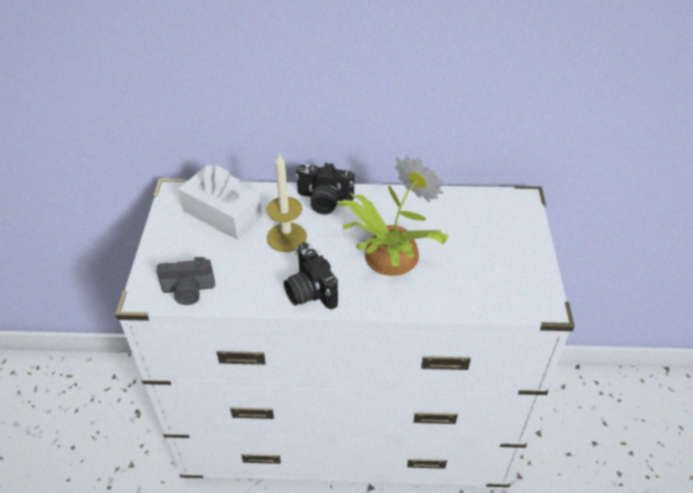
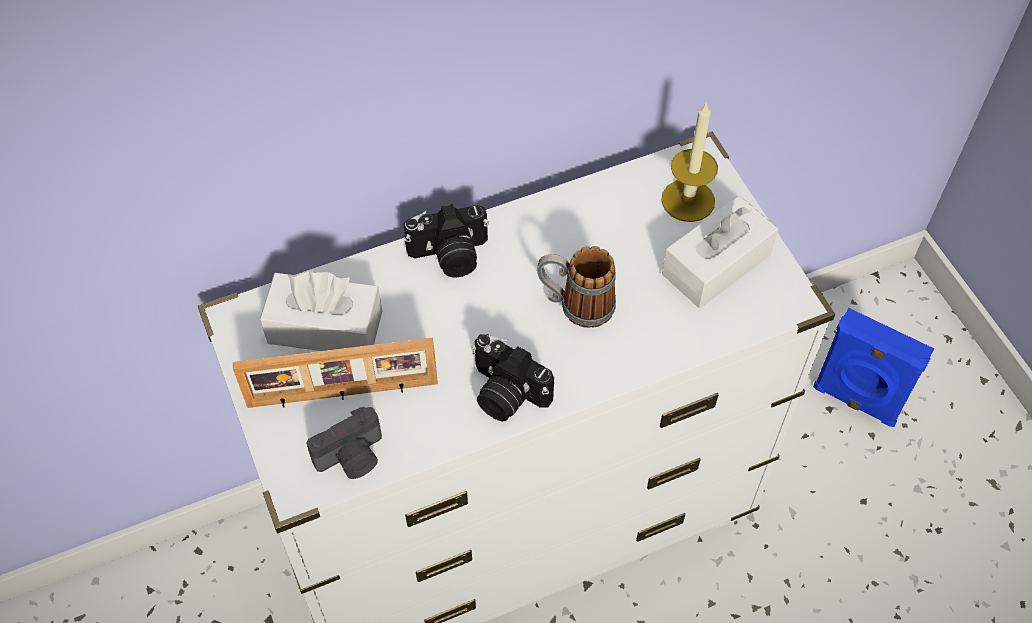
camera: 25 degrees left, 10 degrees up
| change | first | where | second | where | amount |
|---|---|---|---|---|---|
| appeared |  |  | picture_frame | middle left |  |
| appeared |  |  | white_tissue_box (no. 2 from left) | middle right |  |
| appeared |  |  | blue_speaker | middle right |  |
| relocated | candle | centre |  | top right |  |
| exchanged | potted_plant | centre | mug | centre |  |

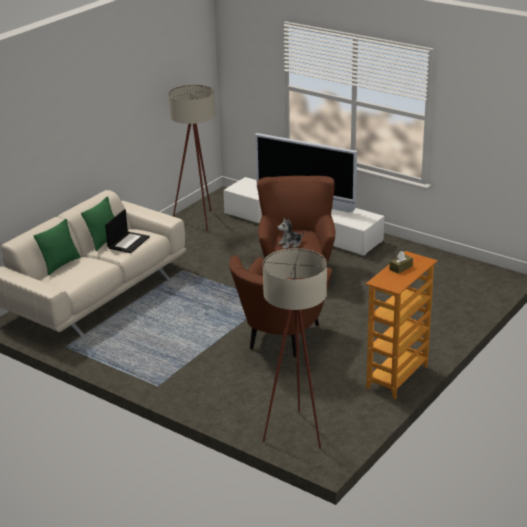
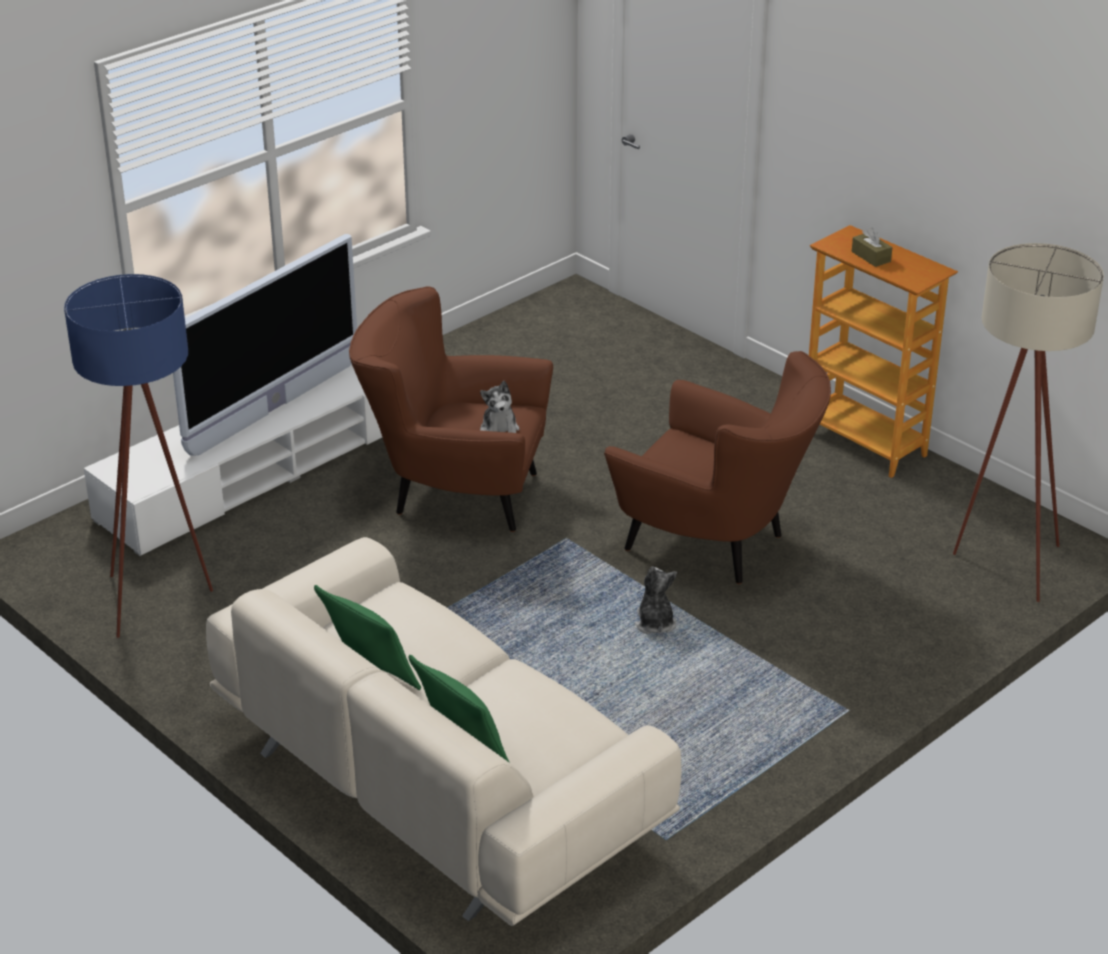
camera: 80 degrees left, 5 degrees up
| change | first | where | second | where | amount |
|---|---|---|---|---|---|
| missing | laptop | middle left |  |  |  |
| appeared |  |  | plush_toy (no. 2 from left) | centre |  |
| colour | beige_floor_lamp (no. 1 from left) | top centre | blue_floor_lamp | middle left |  |

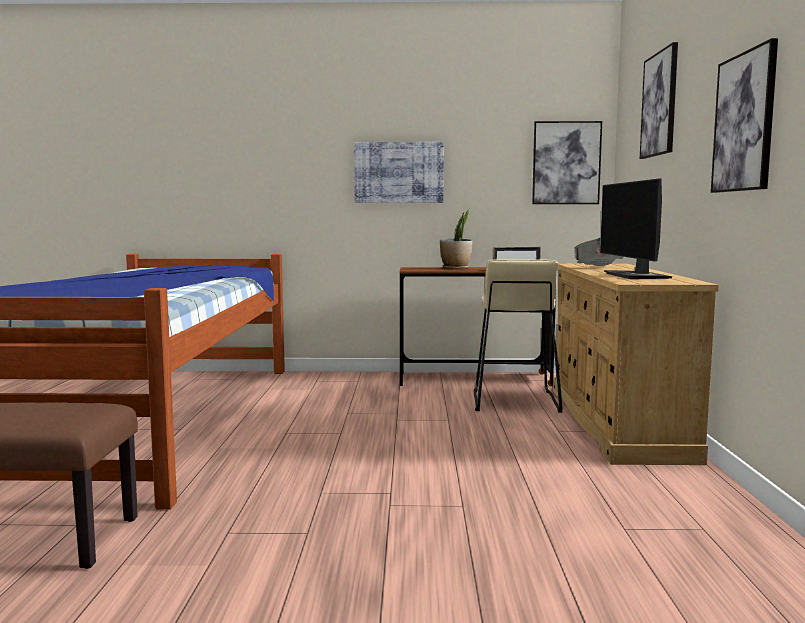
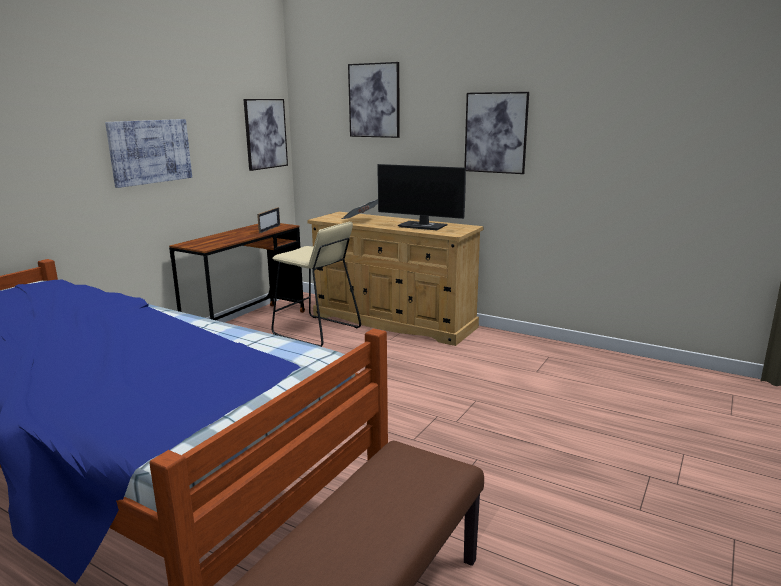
camera: 60 degrees left, 10 degrees up
| change | first | where | second | where | amount |
|---|---|---|---|---|---|
| missing | potted_plant | centre |  |  |  |

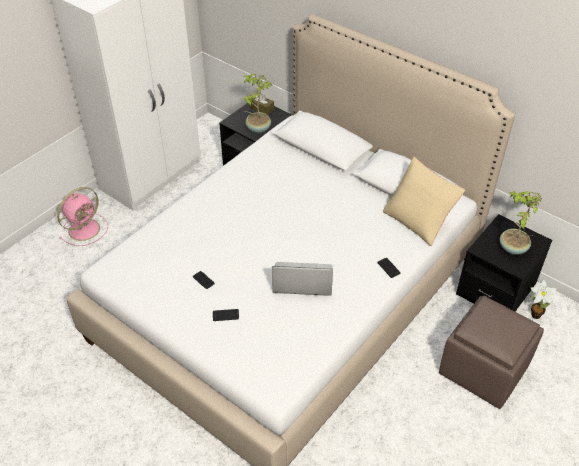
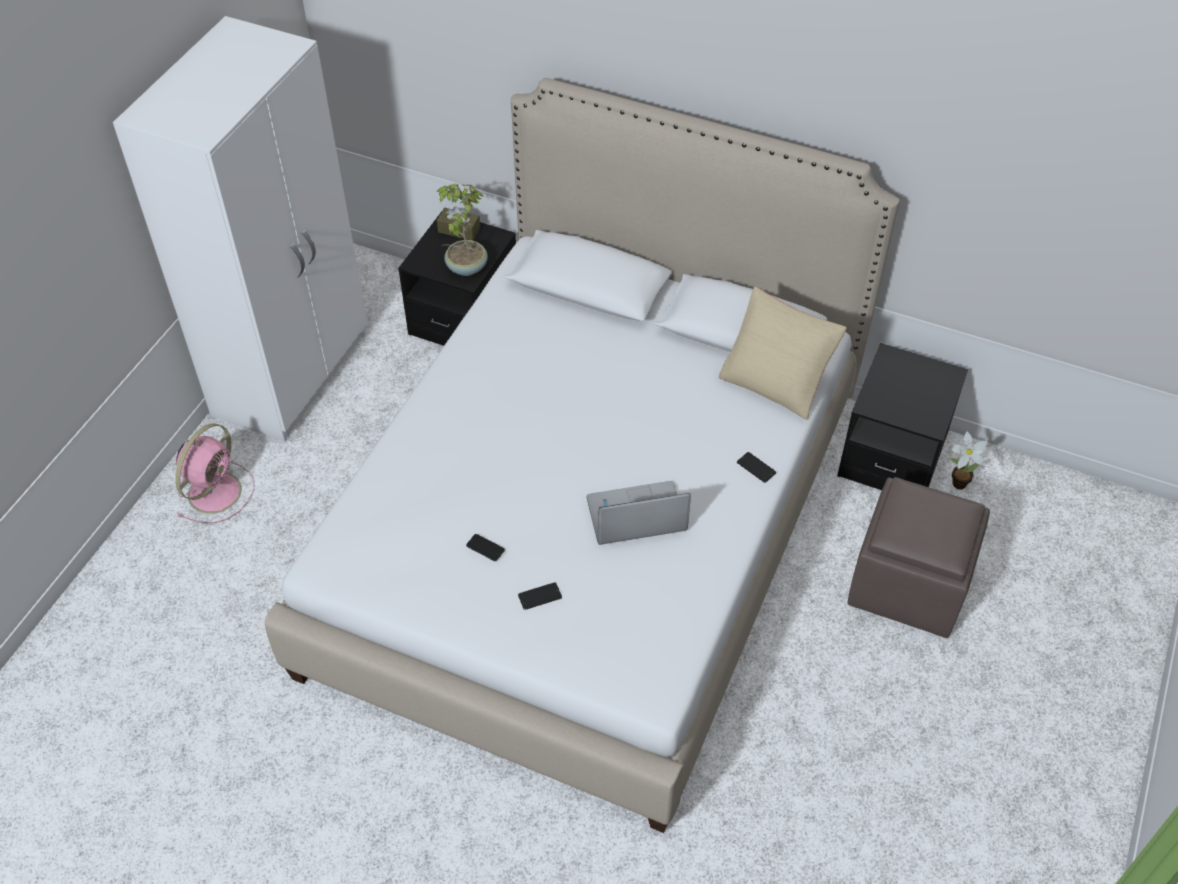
camera: 15 degrees left, 5 degrees up
| change | first | where | second | where | amount |
|---|---|---|---|---|---|
| missing | potted_plant (no. 2 from left) | middle right |  |  |  |

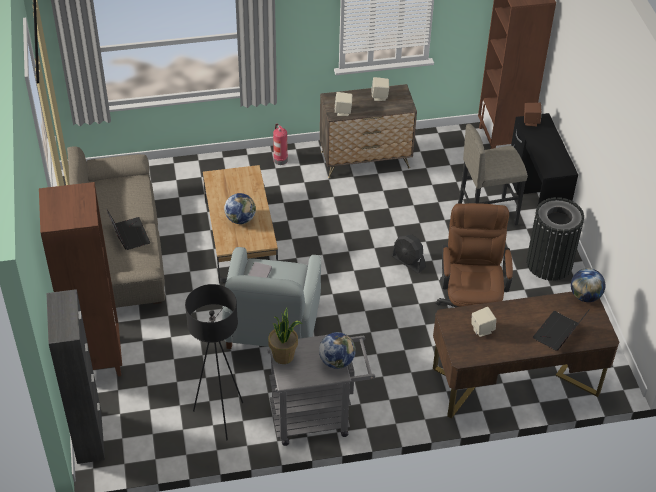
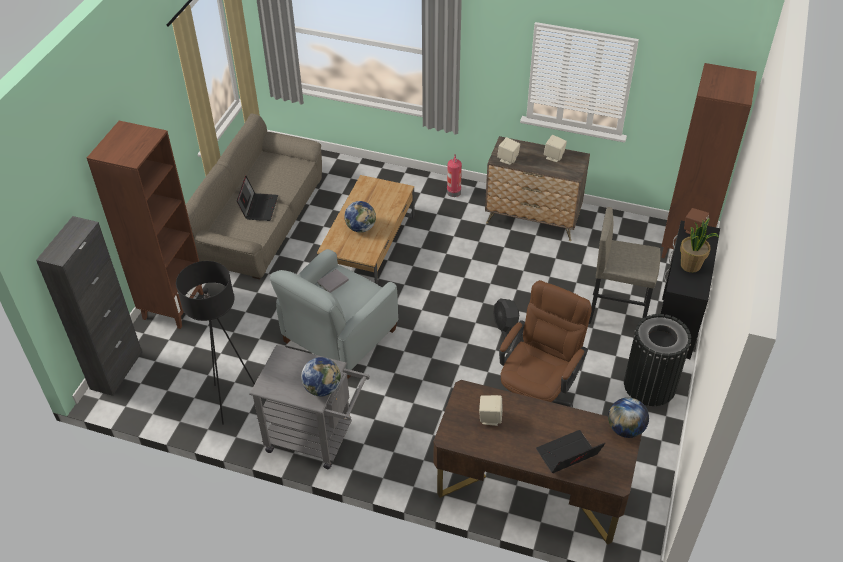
camera: 30 degrees right, 0 degrees up
| change | first | where | second | where | amount |
|---|---|---|---|---|---|
| relocated | potted_plant | bottom centre |  | middle right |  |

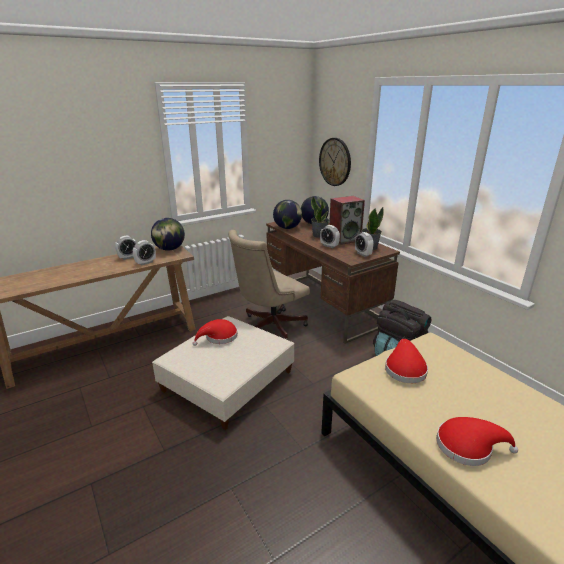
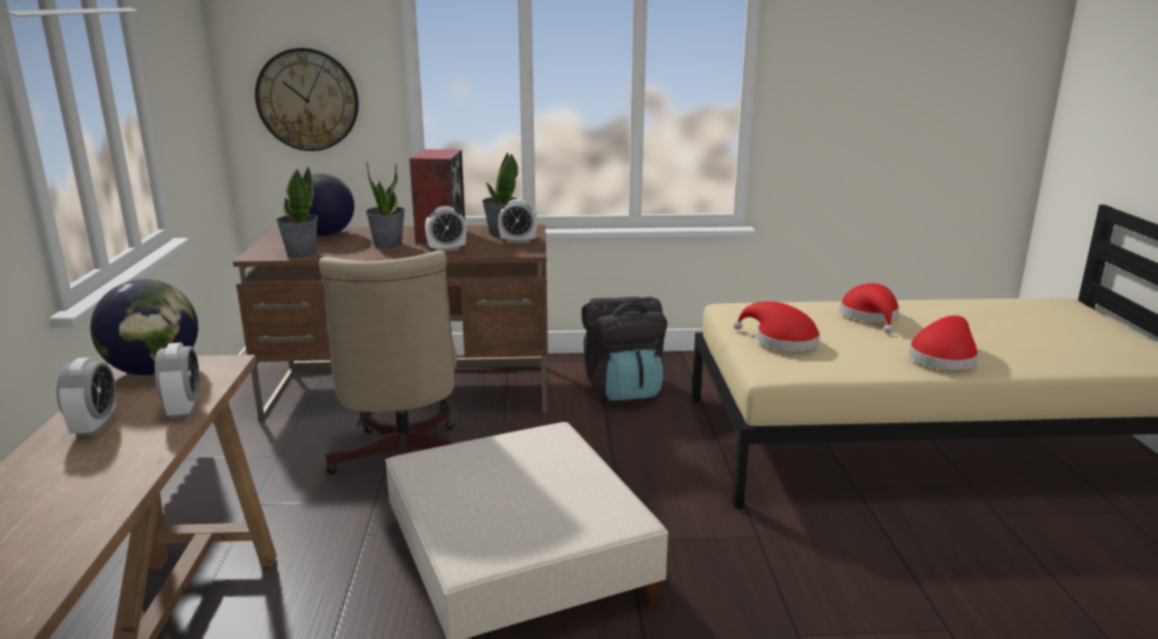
camera: 60 degrees left, 5 degrees down
| change | first | where | second | where | amount |
|---|---|---|---|---|---|
| relocated | red_hat (no. 1 from left in the first image) | centre | red_hat (no. 2 from left) | middle right |  |
| exchanged | globe (no. 2 from left) | centre | potted_plant (no. 1 from left) | top left |  |

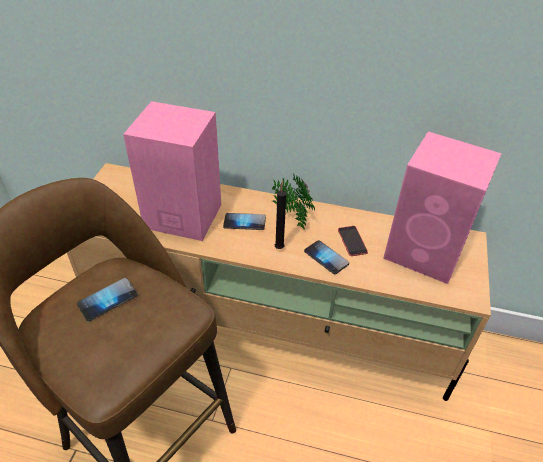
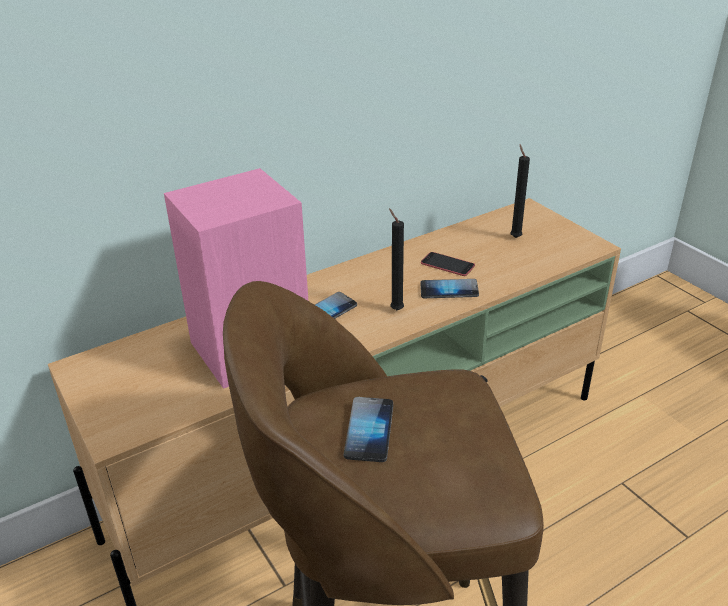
camera: 45 degrees left, 10 degrees down
| change | first | where | second | where | amount |
|---|---|---|---|---|---|
| missing | potted_plant | centre |  |  |  |
| exchanged | pink_speaker (no. 2 from left) | middle right | black_candle (no. 2 from left) | top right |  |

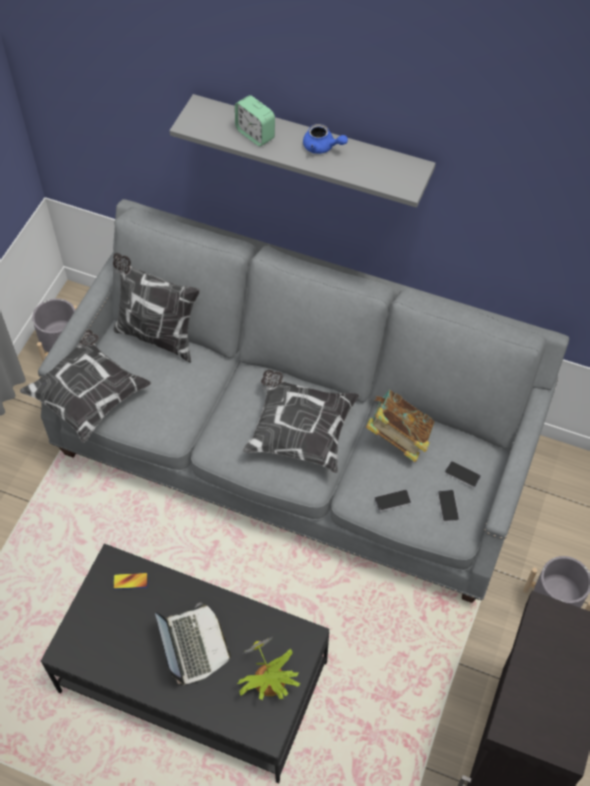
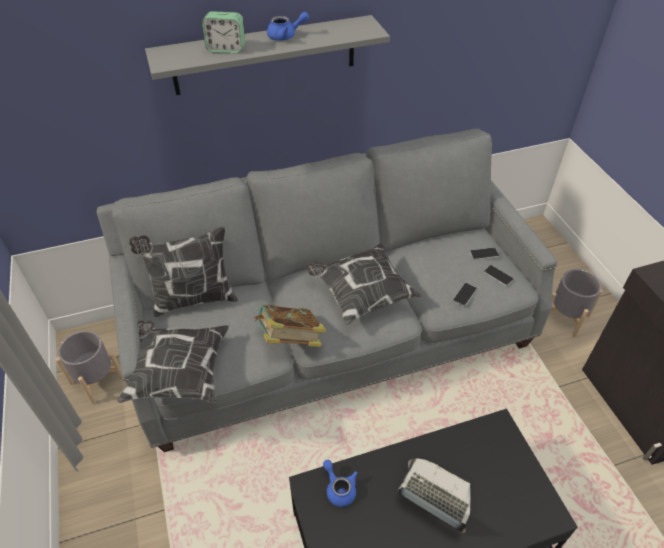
camera: 40 degrees left, 10 degrees down
| change | first | where | second | where | amount |
|---|---|---|---|---|---|
| missing | potted_plant | bottom centre |  |  |  |
| relocated | book | middle right |  | centre |  |
| exchanged | phone (no. 1 from left) | bottom left | blue_teapot (no. 2 from left) | bottom centre |  |

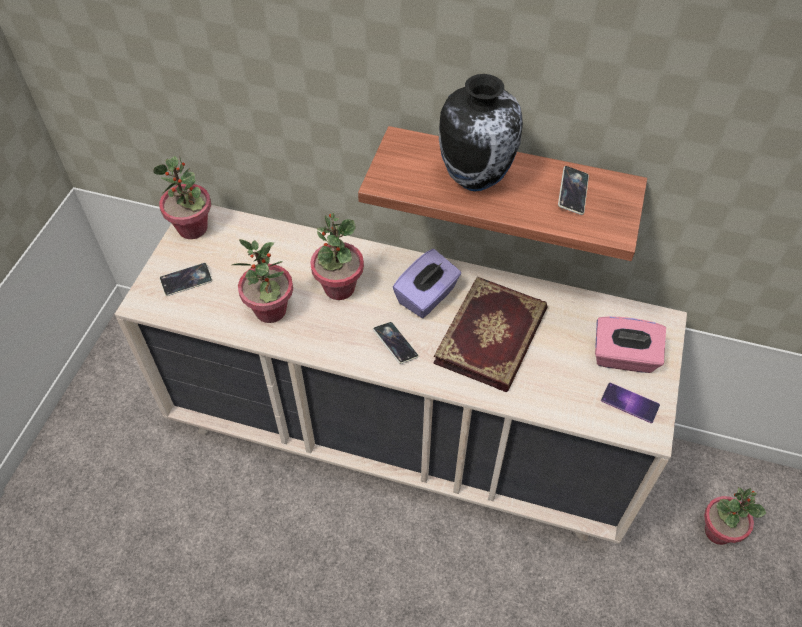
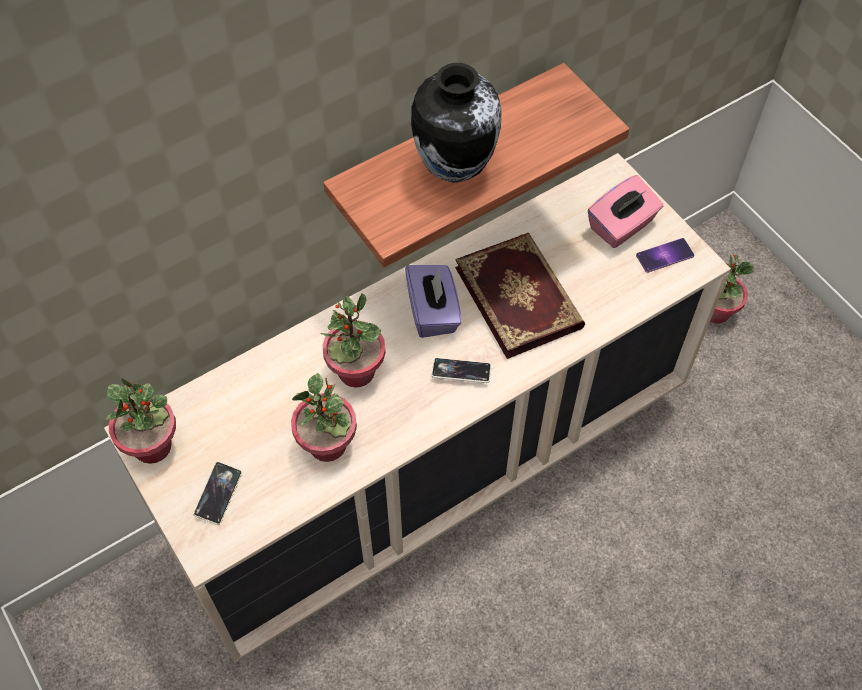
camera: 50 degrees left, 5 degrees up
| change | first | where | second | where | amount |
|---|---|---|---|---|---|
| missing | phone (no. 3 from left) | top right |  |  |  |

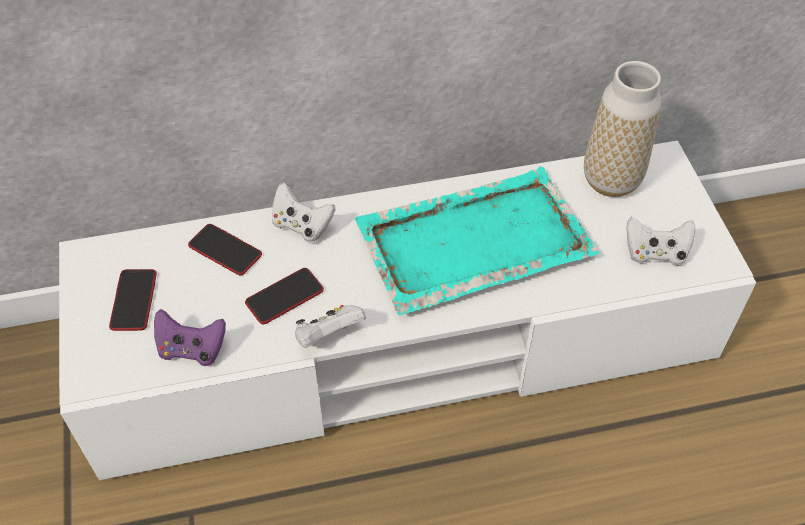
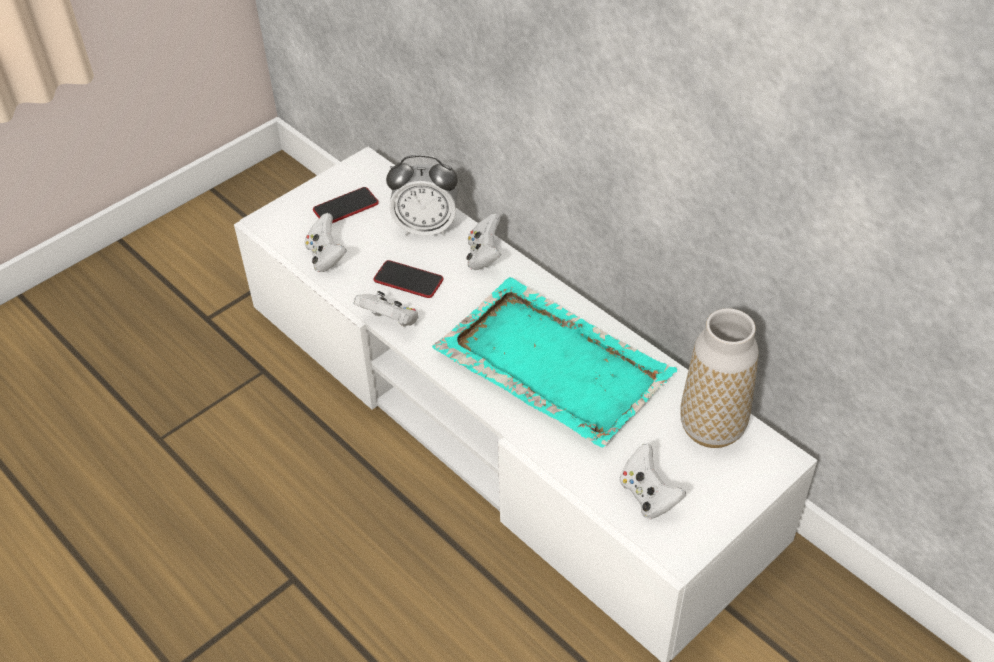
camera: 60 degrees right, 5 degrees down
| change | first | where | second | where | amount |
|---|---|---|---|---|---|
| exchanged | phone (no. 2 from left) | middle left | alarm_clock | top centre |  |
| colour | purple_game_controller | middle left | white_game_controller (no. 1 from left) | middle left |  |

